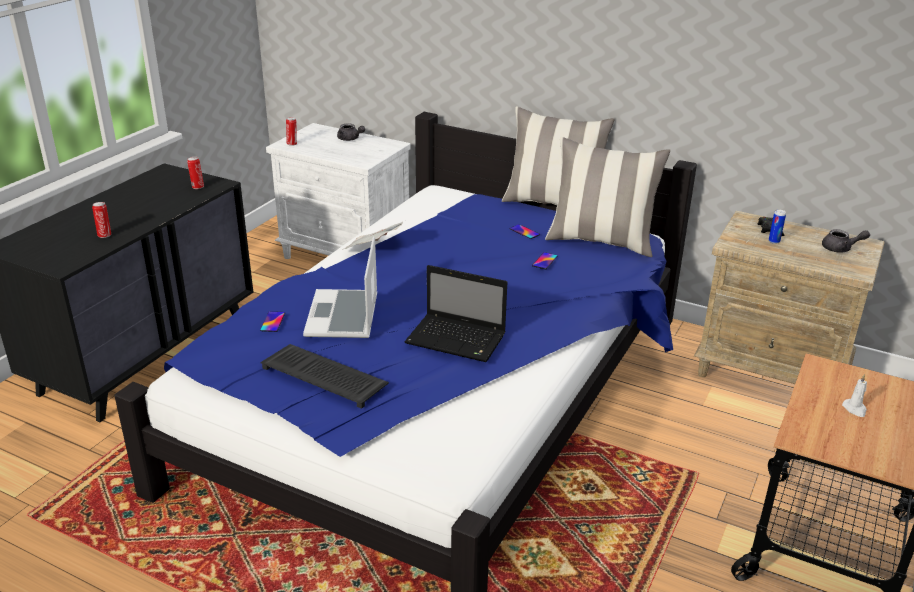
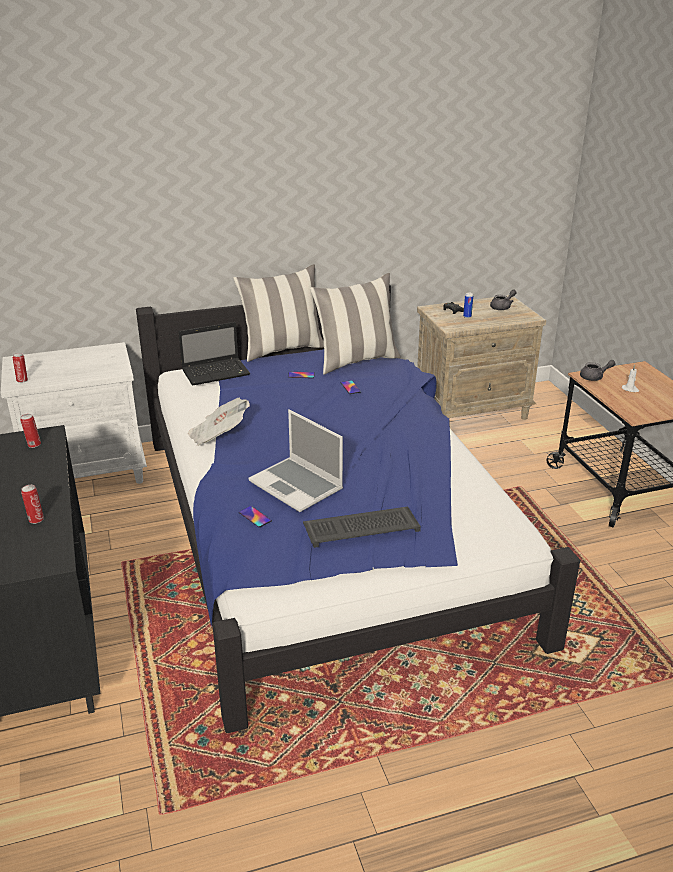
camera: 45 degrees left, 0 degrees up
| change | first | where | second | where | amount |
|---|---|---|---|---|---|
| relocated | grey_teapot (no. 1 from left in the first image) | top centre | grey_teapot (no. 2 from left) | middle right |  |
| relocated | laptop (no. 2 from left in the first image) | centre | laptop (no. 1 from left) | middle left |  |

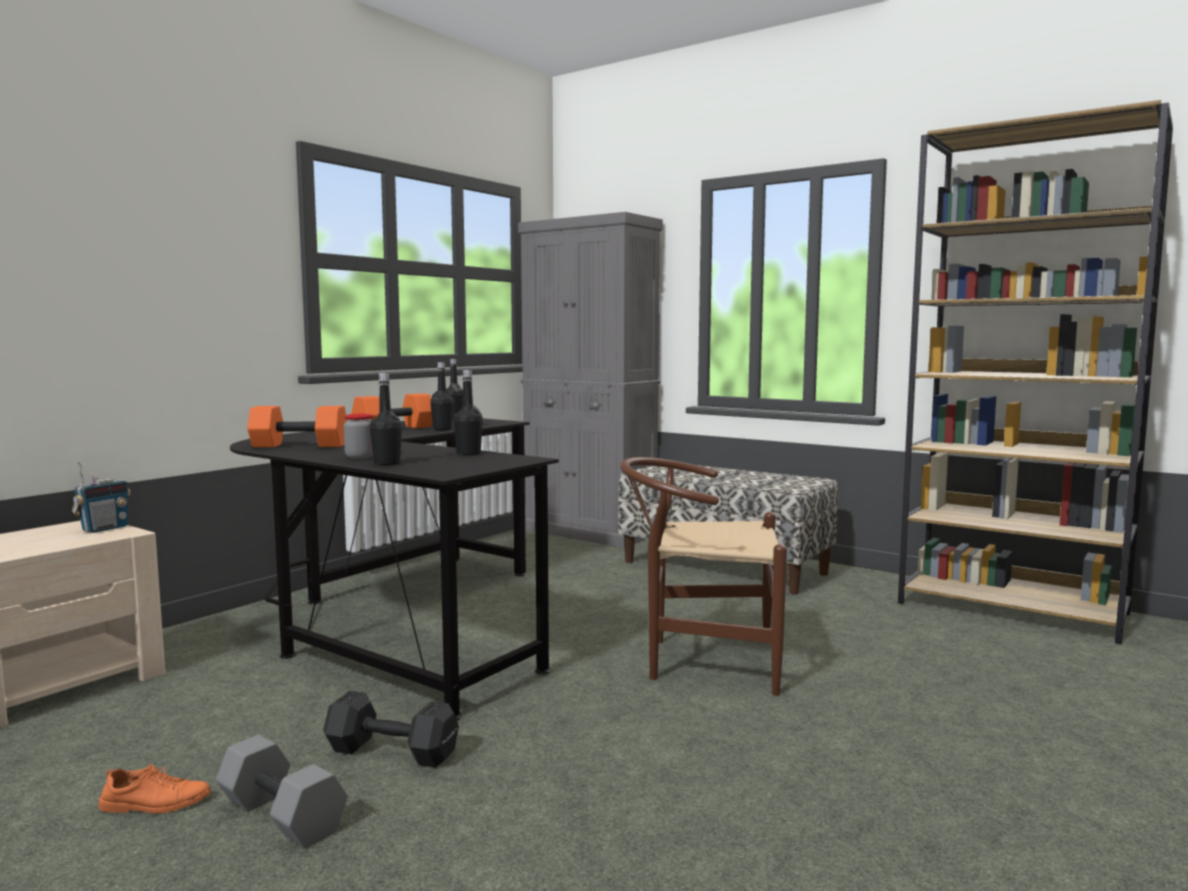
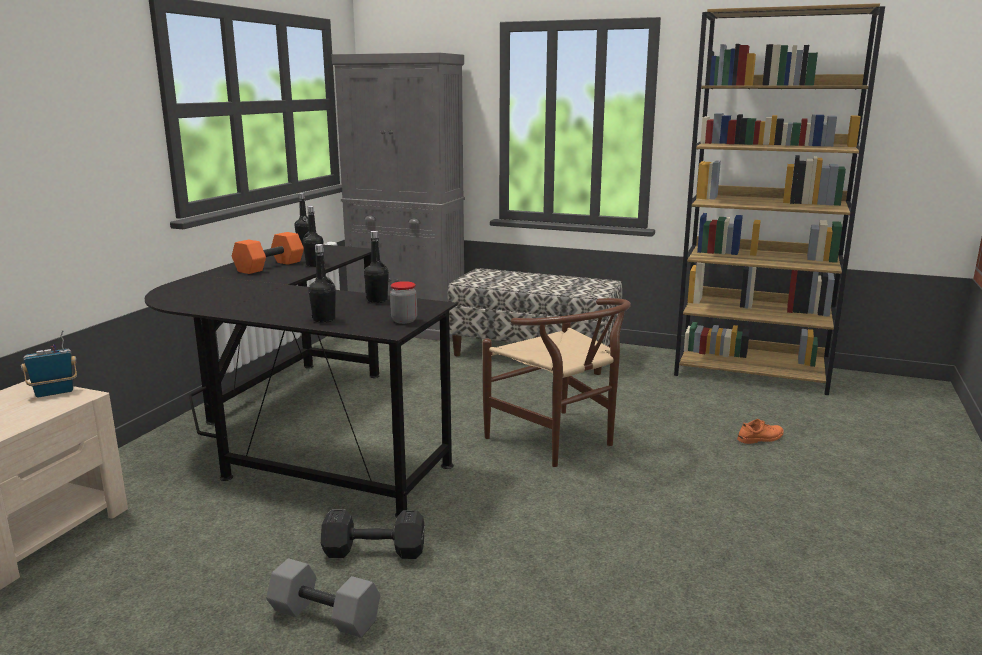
camera: 15 degrees left, 10 degrees up
| change | first | where | second | where | amount |
|---|---|---|---|---|---|
| missing | orange_dumbbell (no. 1 from left) | middle left |  |  |  |
| relocated | orange_shoe | bottom left |  | middle right |  |
| relocated | jar | middle left |  | centre |  |
| spun | radio | middle left |  | middle left | 135 degrees counterclockwise |
| spun | brown_chair | centre |  | centre | 120 degrees counterclockwise |

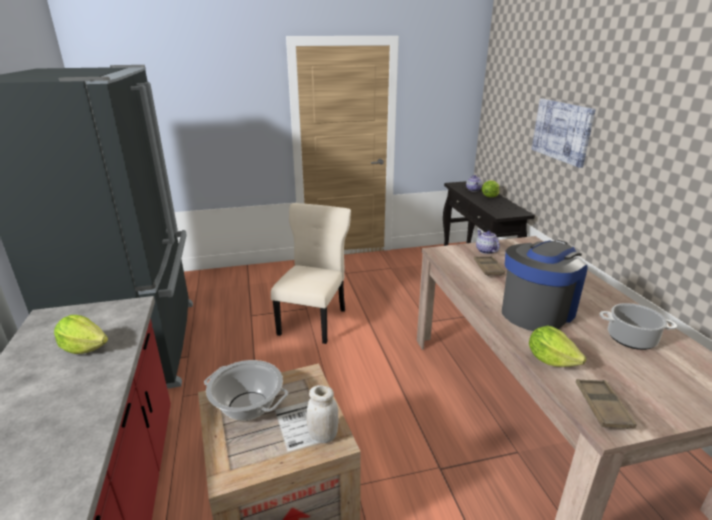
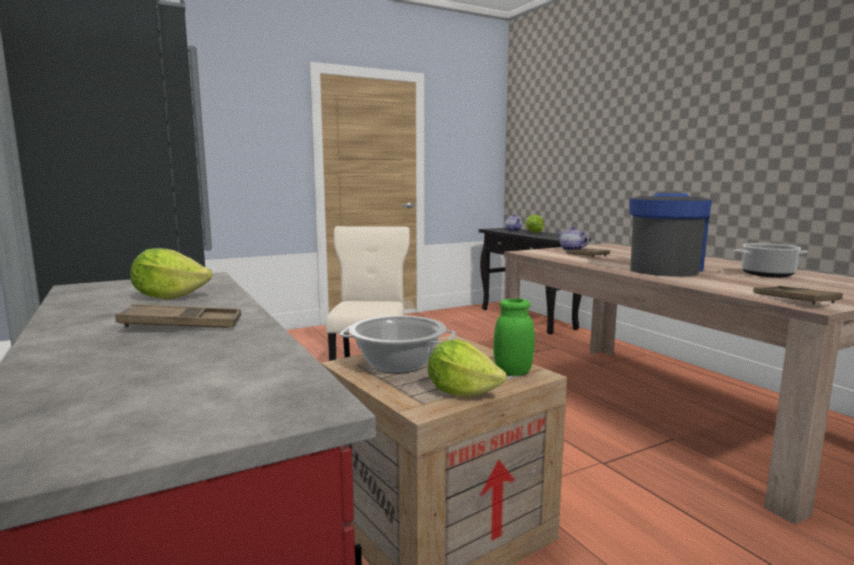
camera: 15 degrees left, 15 degrees down
| change | first | where | second | where | amount |
|---|---|---|---|---|---|
| missing | picture | top right |  |  |  |
| appeared |  |  | brown_tray (no. 1 from left) | middle left |  |
| relocated | lettuce (no. 3 from left in the first image) | middle right | lettuce (no. 2 from left) | centre |  |
| colour | white_jar | bottom centre | green_jar | centre |  |

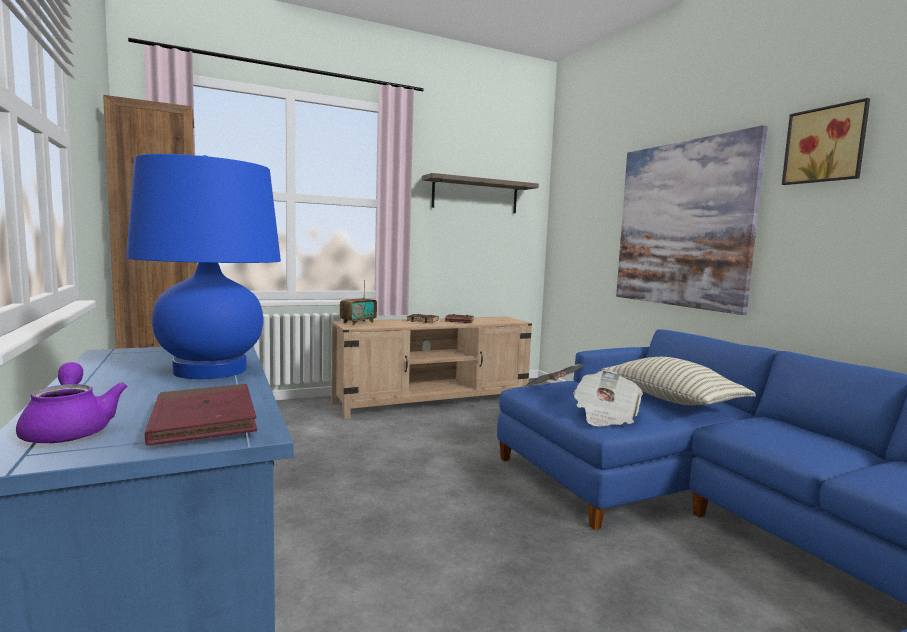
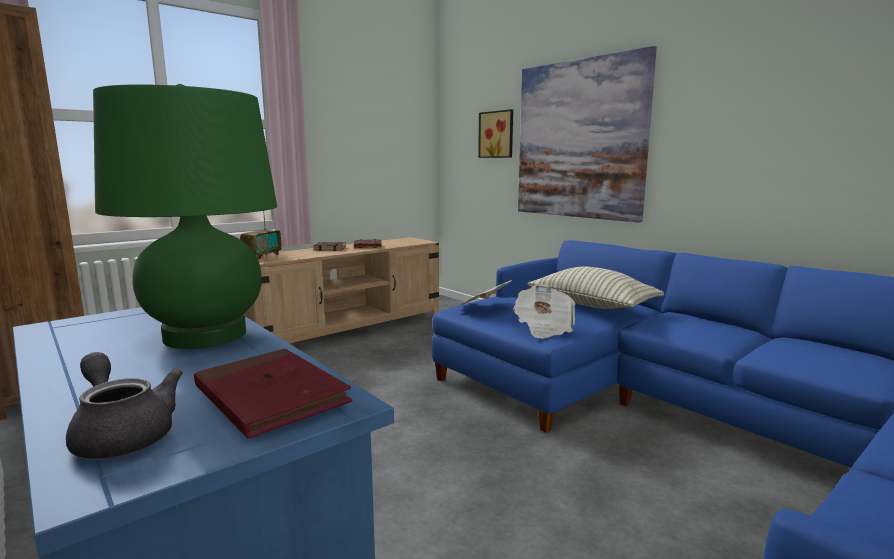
camera: 15 degrees left, 5 degrees up
| change | first | where | second | where | amount |
|---|---|---|---|---|---|
| missing | shelf | top centre |  |  |  |
| relocated | picture (no. 2 from left in the first image) | top right | picture (no. 1 from left) | top centre |  |
| colour | purple_teapot | middle left | grey_teapot | bottom left |  |
| colour | blue_table_lamp | middle left | green_table_lamp | middle left |  |

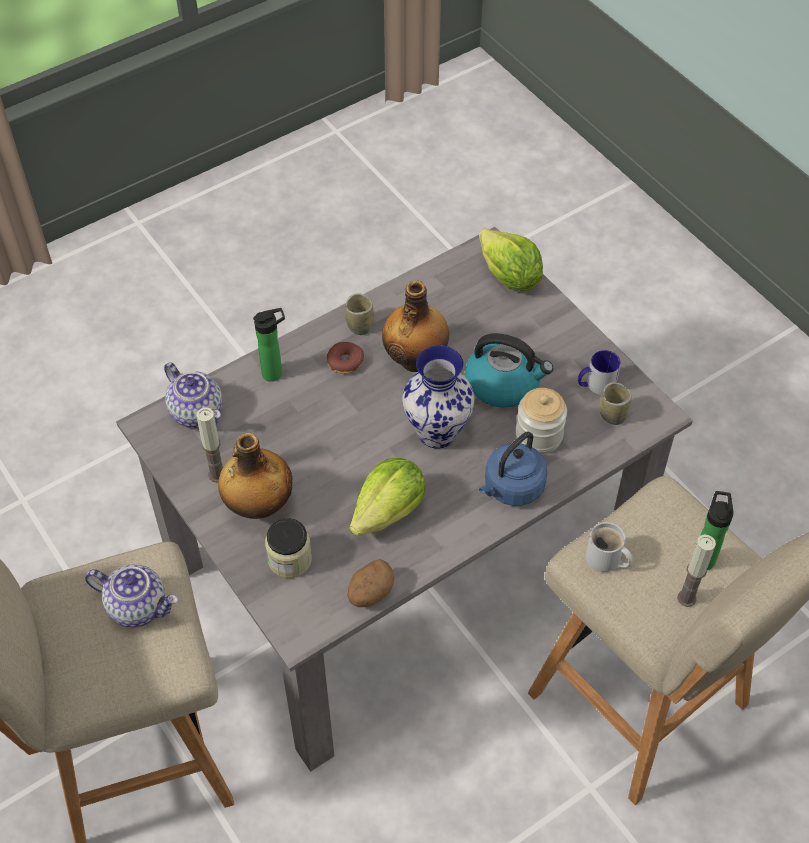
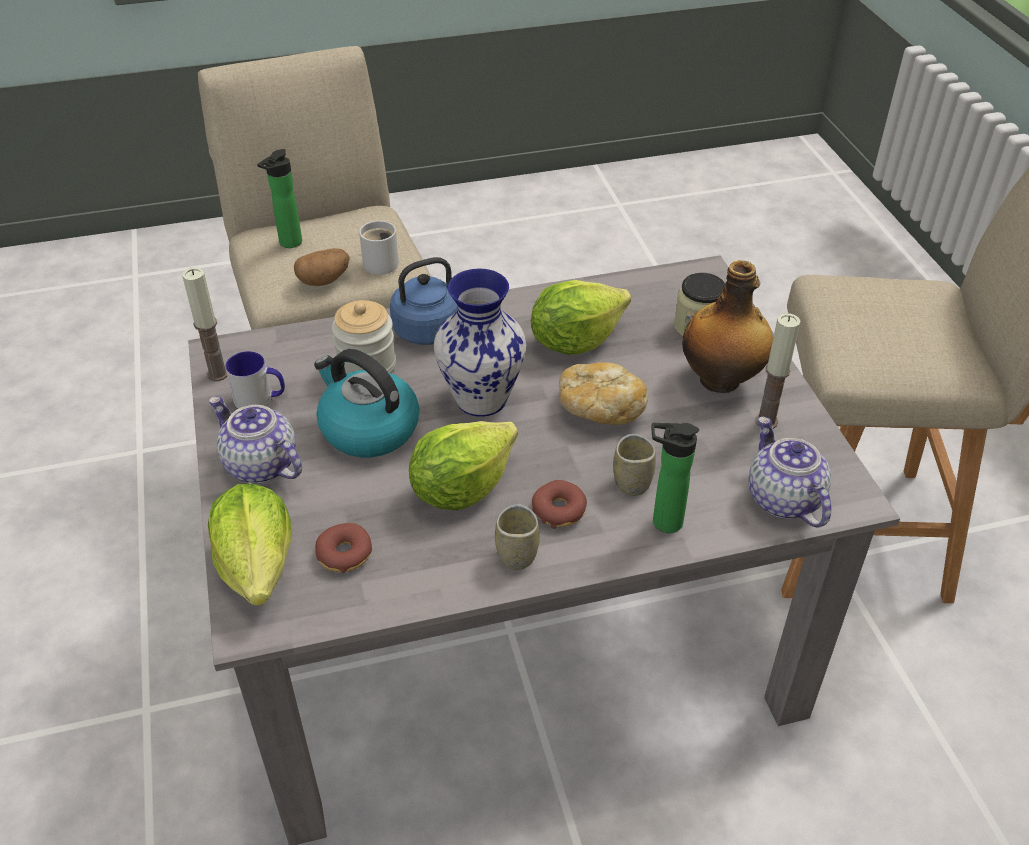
camera: 160 degrees left, 10 degrees down
| change | first | where | second | where | amount |
|---|---|---|---|---|---|
| appeared |  |  | donut (no. 1 from left) | centre |  |
| appeared |  |  | bread | centre |  |
| relocated | teapot (no. 1 from left) | bottom left |  | middle left |  |
| relocated | potato | bottom centre |  | top left |  |
| relocated | cup (no. 2 from left) | middle right |  | centre |  |
| relocated | candle (no. 2 from left in the first image) | bottom right | candle (no. 1 from left) | middle left |  |
| exchanged | bottle (no. 3 from left) | centre | lettuce (no. 2 from left) | centre |  |

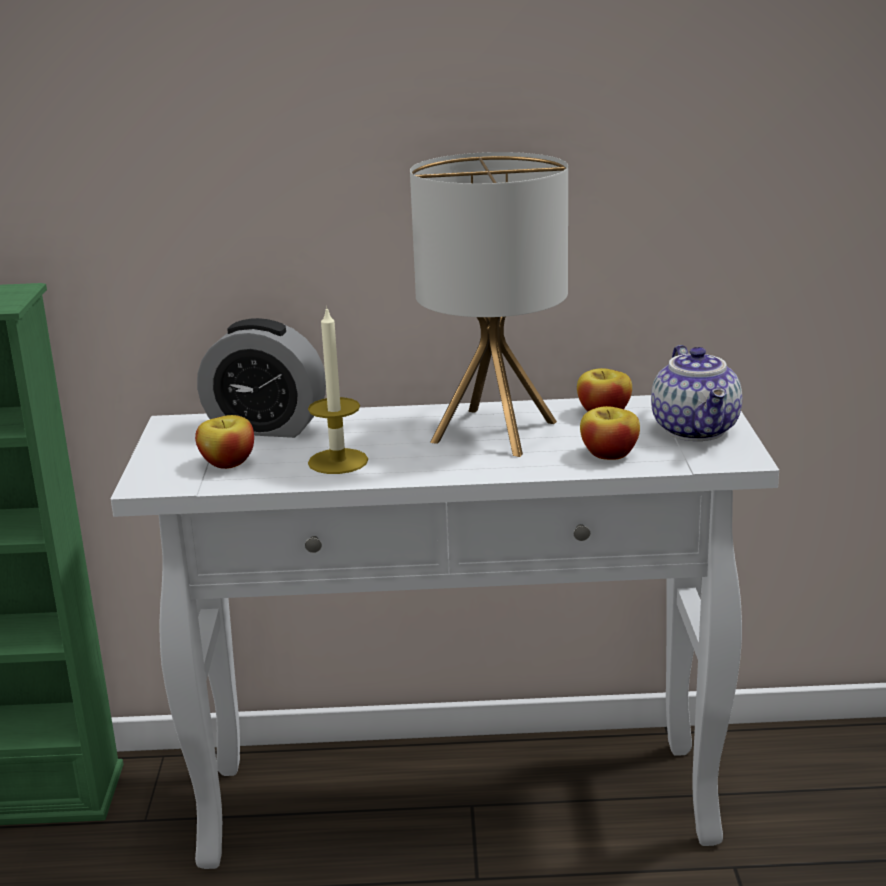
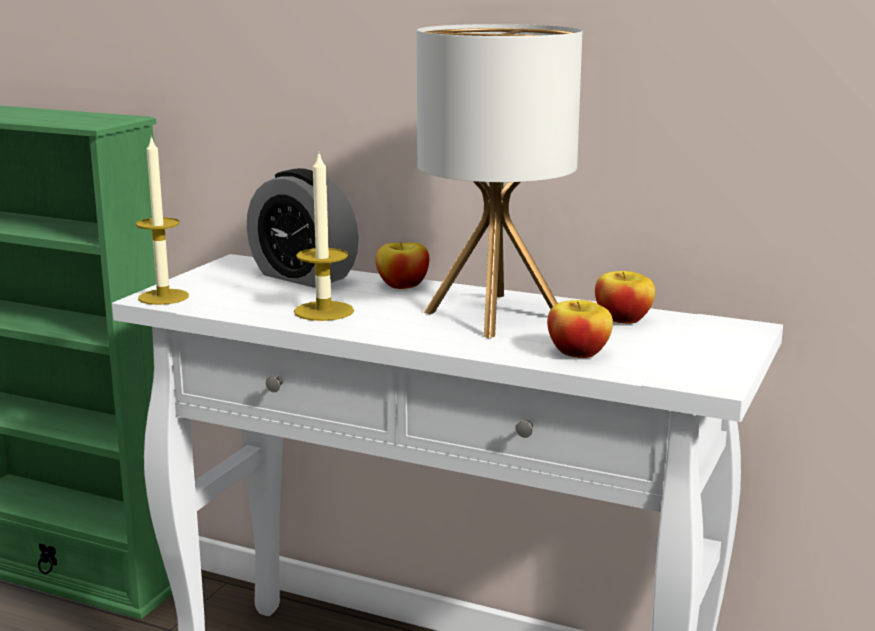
camera: 25 degrees right, 5 degrees down
| change | first | where | second | where | amount |
|---|---|---|---|---|---|
| missing | teapot | middle right |  |  |  |
| appeared |  |  | candle (no. 1 from left) | middle left |  |
| relocated | apple (no. 1 from left) | middle left |  | centre |  |

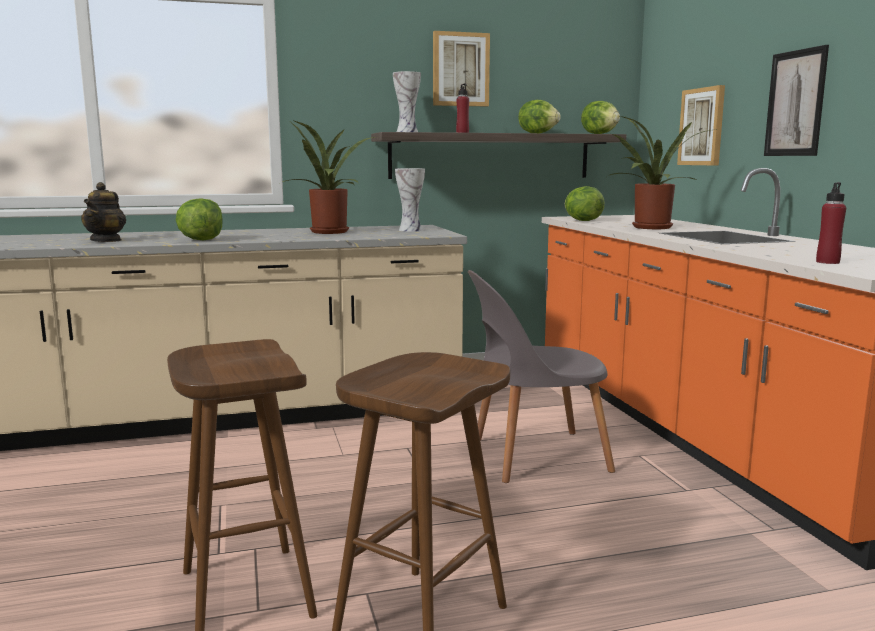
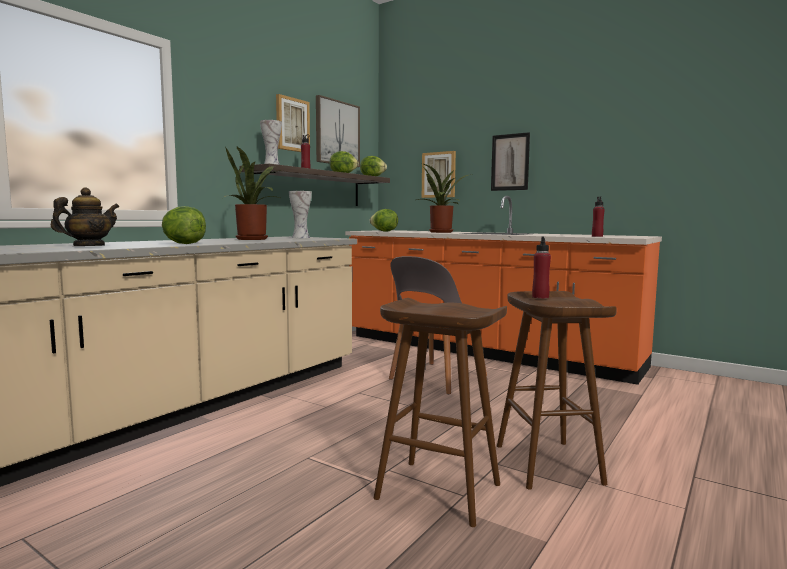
camera: 40 degrees left, 5 degrees down
| change | first | where | second | where | amount |
|---|---|---|---|---|---|
| appeared |  |  | picture (no. 2 from left) | top centre |  |
| appeared |  |  | red_bottle (no. 2 from left) | middle right |  |
| spun | teapot | middle left |  | middle left | 105 degrees counterclockwise |

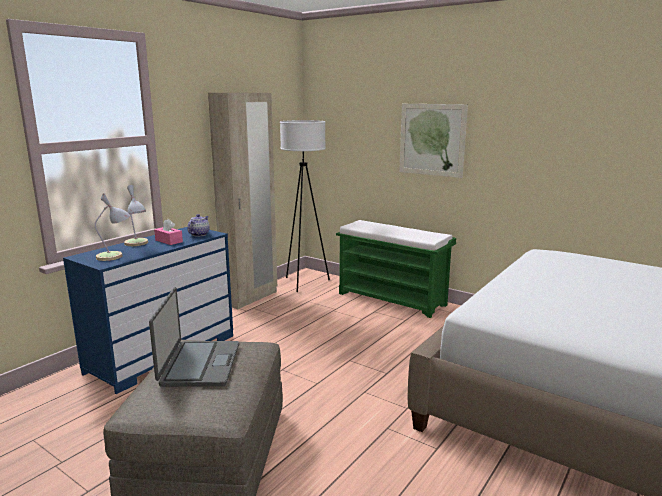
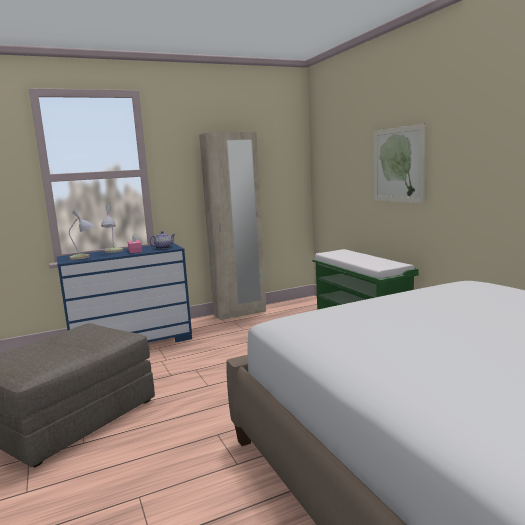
camera: 30 degrees right, 5 degrees down
| change | first | where | second | where | amount |
|---|---|---|---|---|---|
| missing | laptop | bottom left |  |  |  |
| missing | white_floor_lamp | centre |  |  |  |

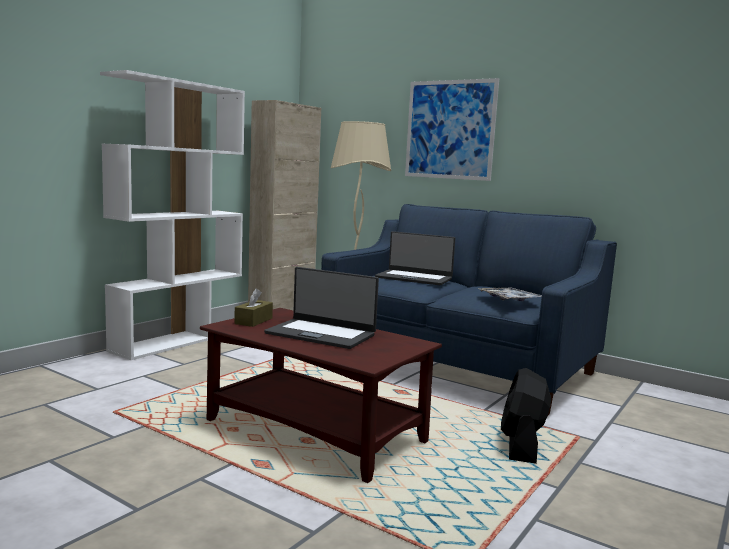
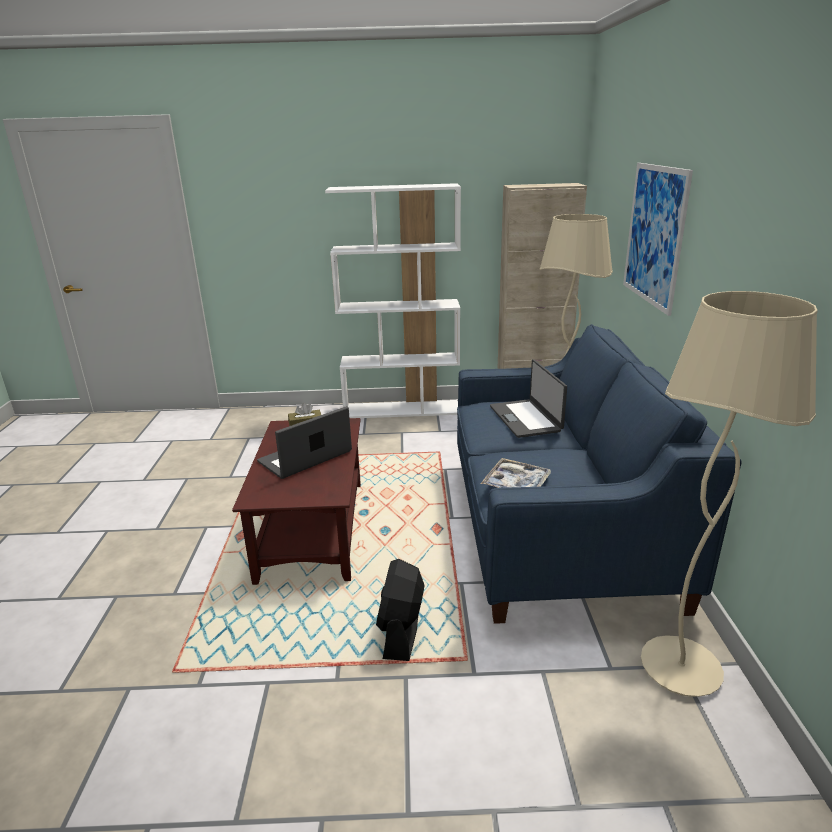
camera: 55 degrees right, 15 degrees up
| change | first | where | second | where | amount |
|---|---|---|---|---|---|
| appeared |  |  | beige_floor_lamp (no. 2 from left) | middle right |  |
| spun | laptop (no. 1 from left) | centre |  | centre | 60 degrees clockwise |
| spun | black_fan | bottom right |  | bottom centre | 60 degrees counterclockwise |

